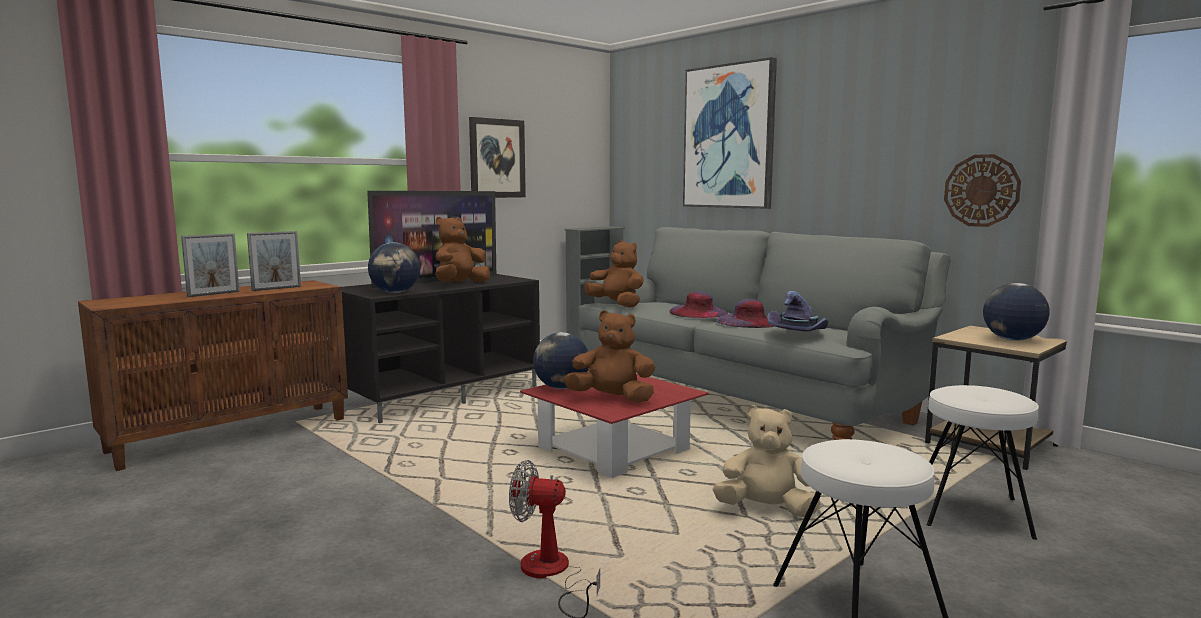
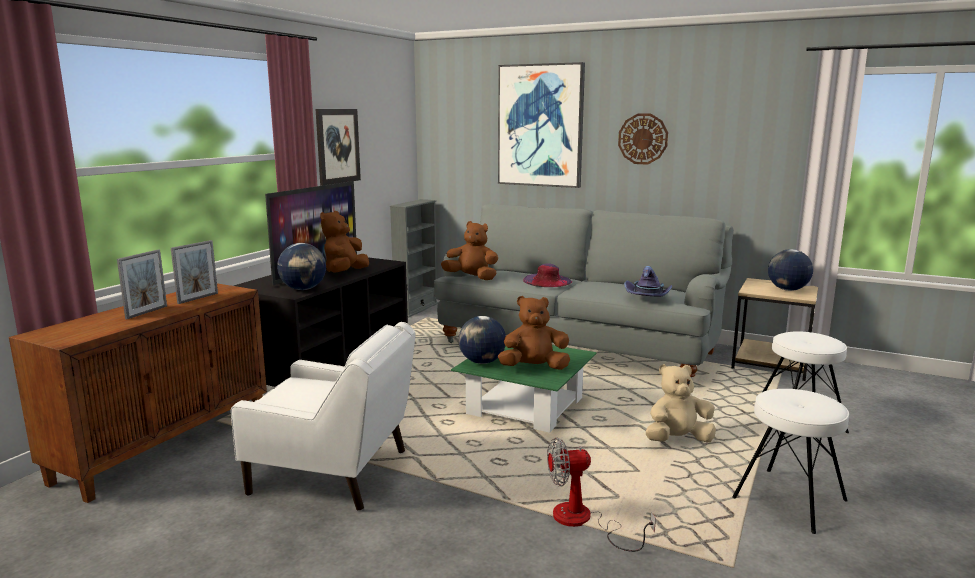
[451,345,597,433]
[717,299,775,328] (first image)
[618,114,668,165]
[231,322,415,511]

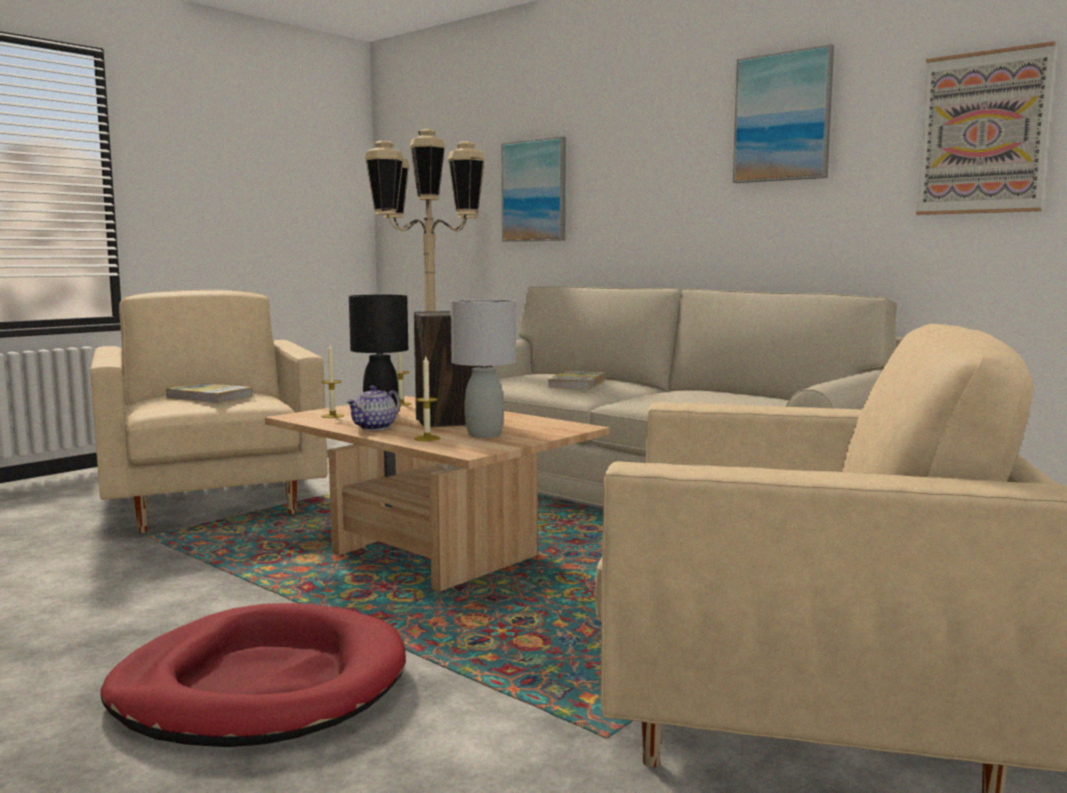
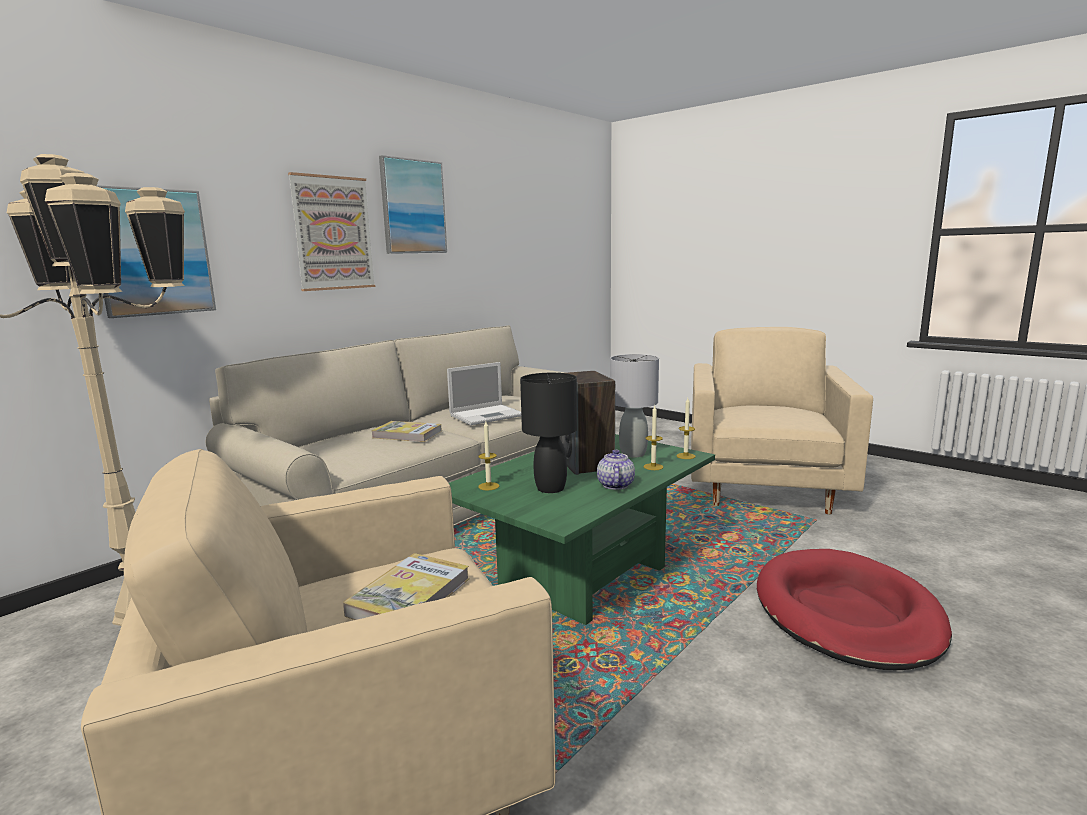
[449,434,715,625]
[676,398,696,459]
[597,450,635,490]
[288,172,375,291]
[447,362,521,425]

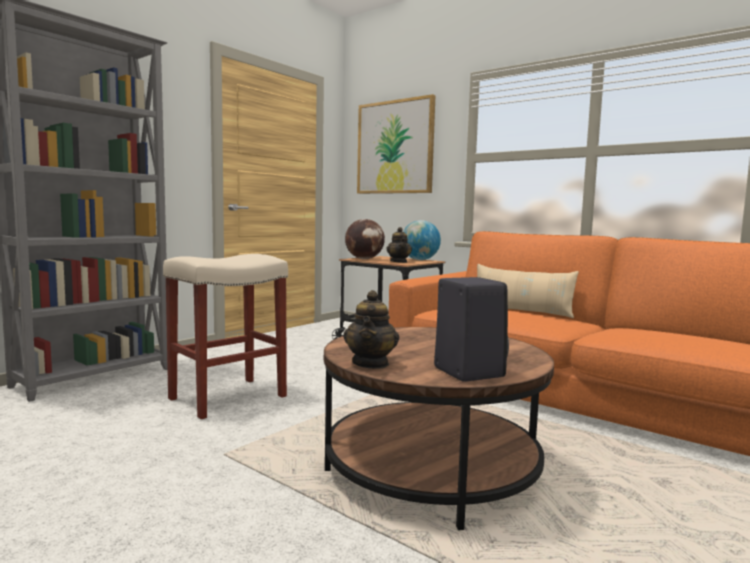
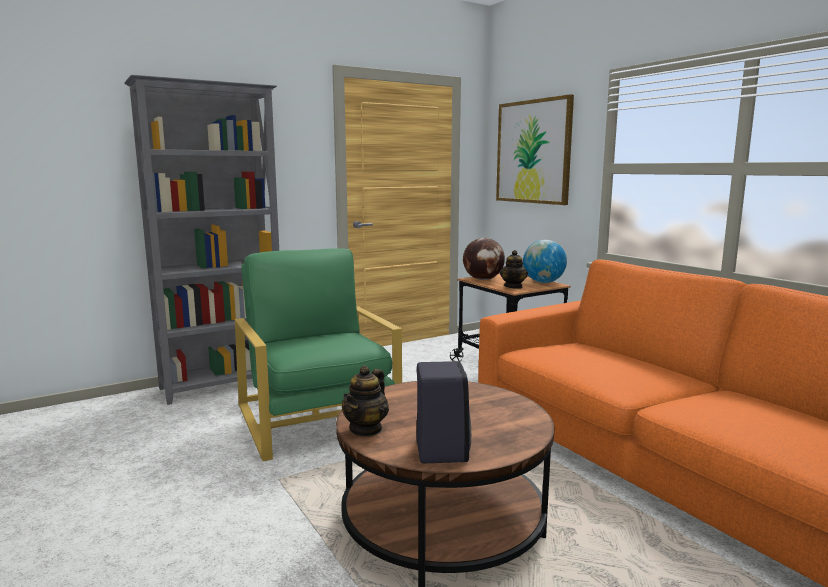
[235,248,402,461]
[477,264,579,318] (first image)

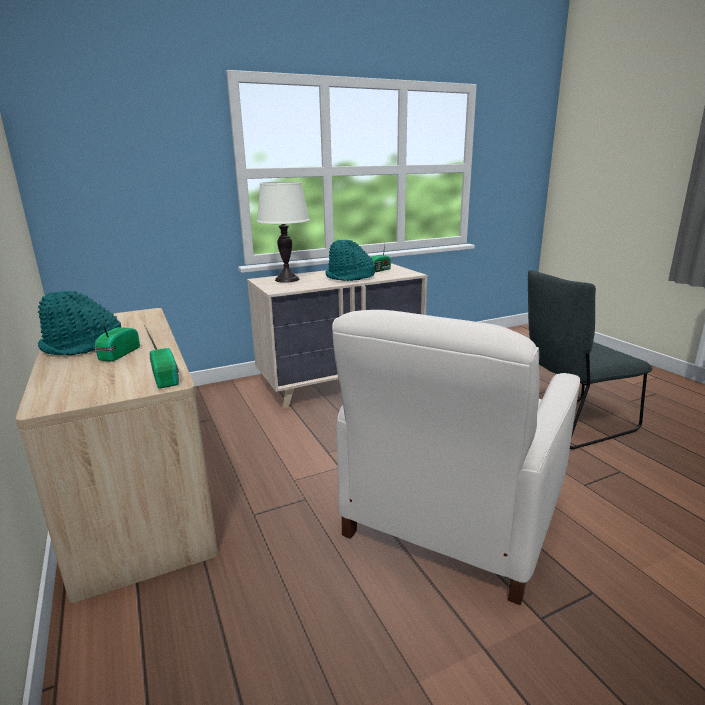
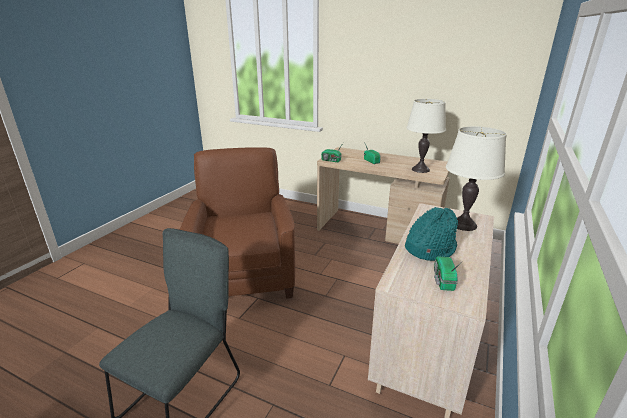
[38,291,121,355] (first image)
[180,147,295,299]
[406,99,446,173]

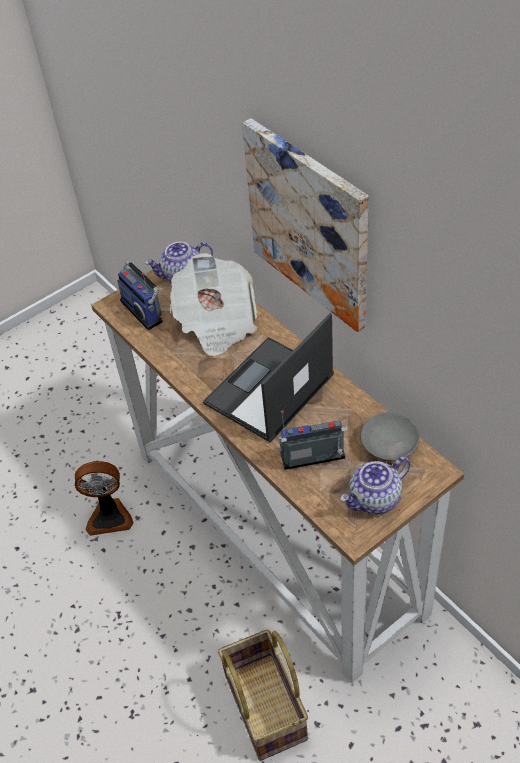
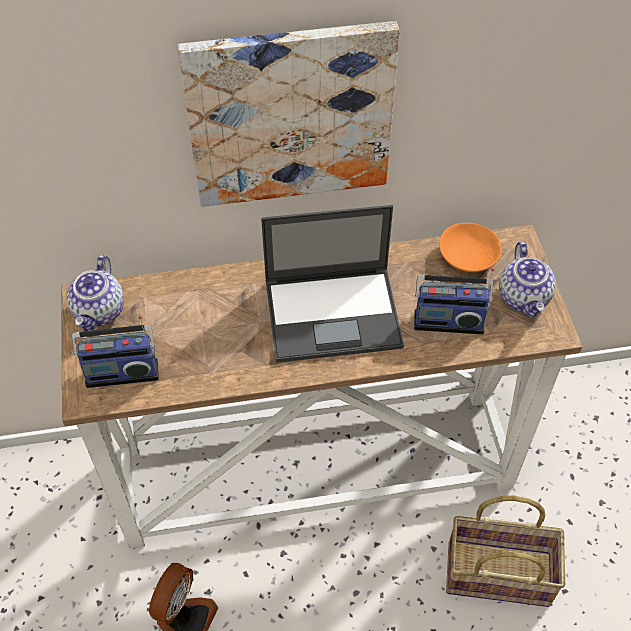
[170,253,257,357] (first image)
[261,205,404,362]
[414,268,495,334]
[439,223,502,272]

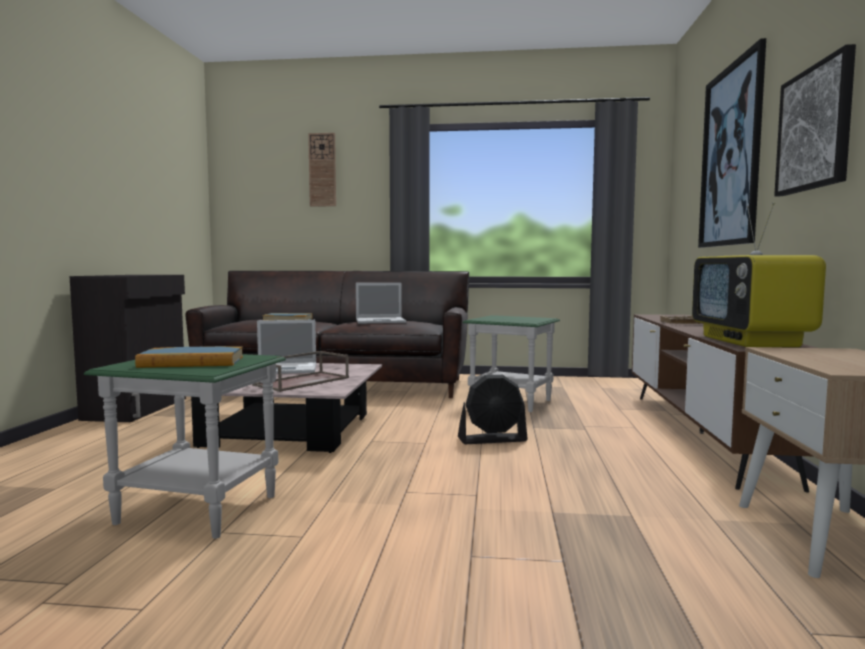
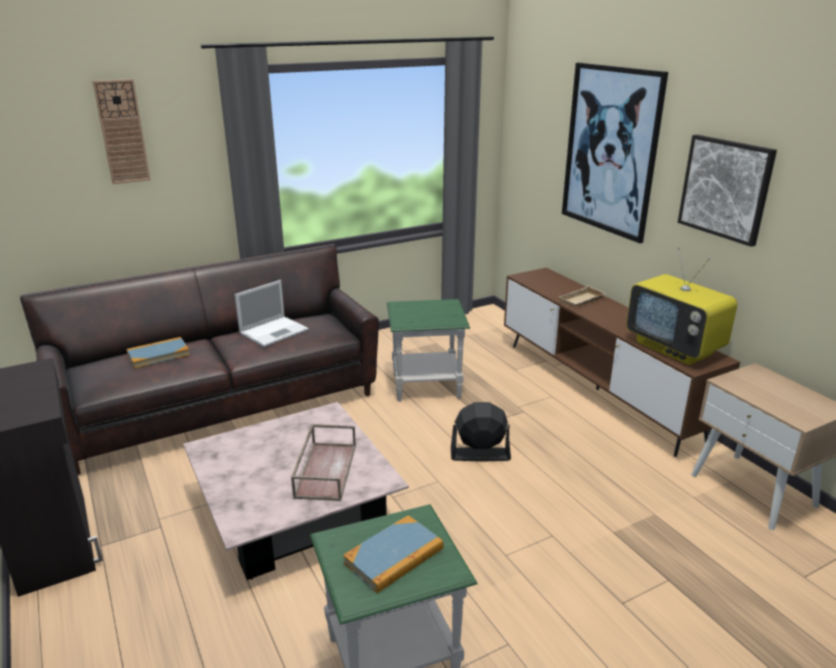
[257,320,316,374] (first image)
[451,402,511,462]

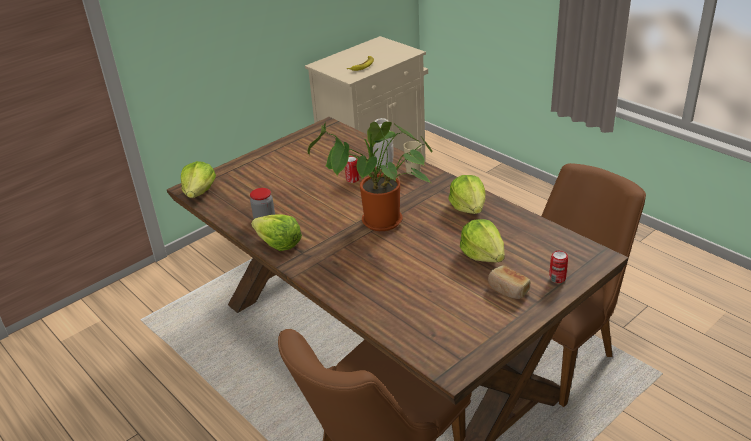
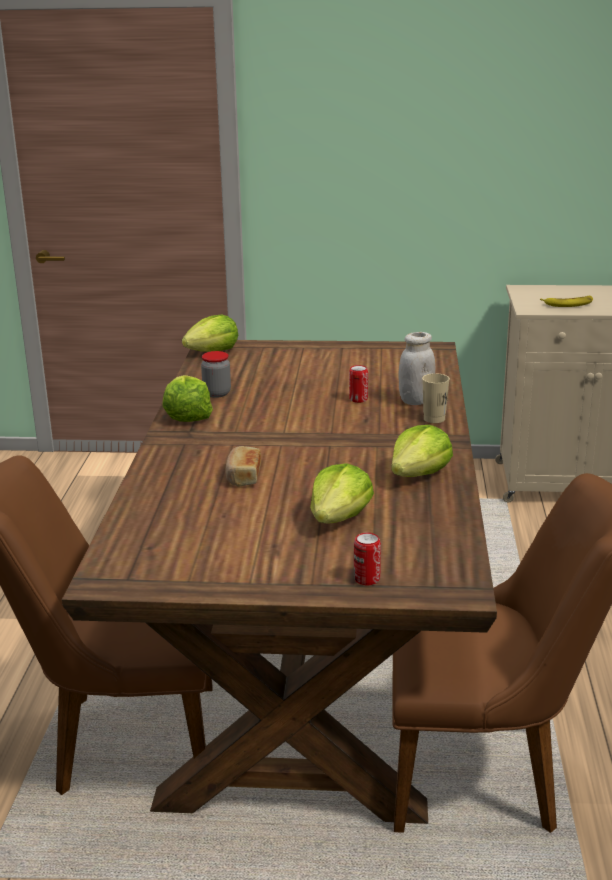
[308,121,433,231] (first image)
[225,446,261,487]

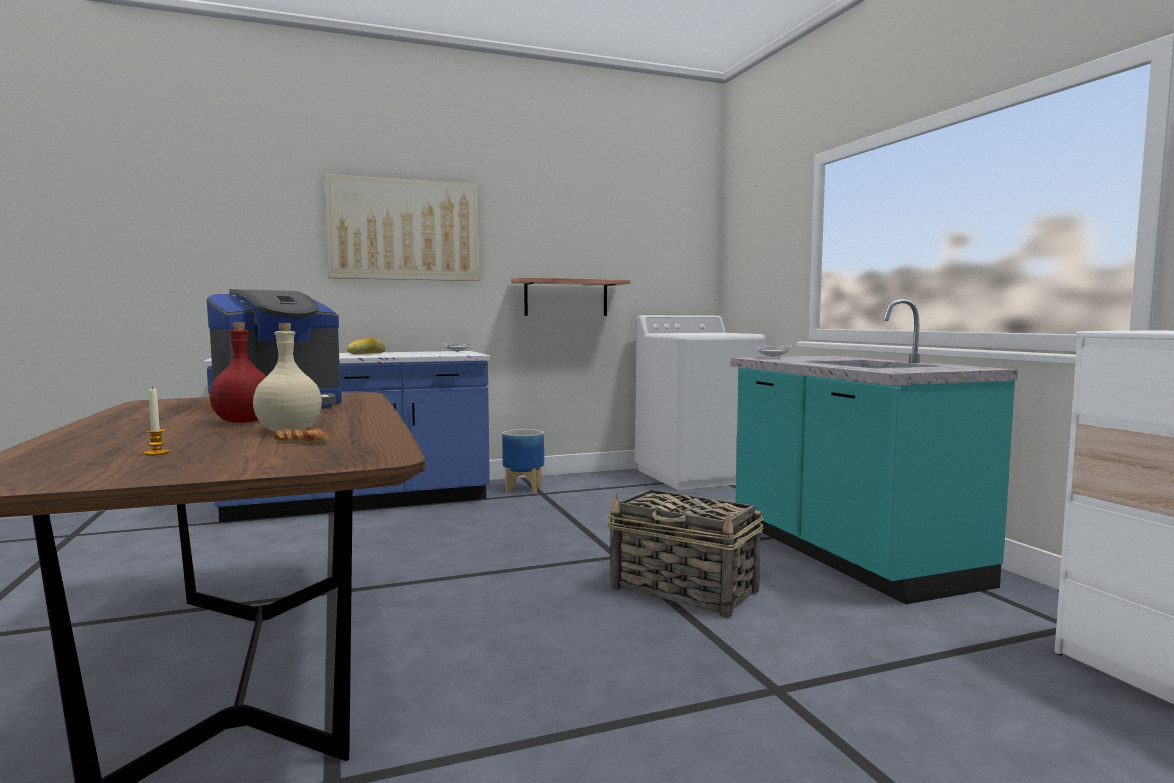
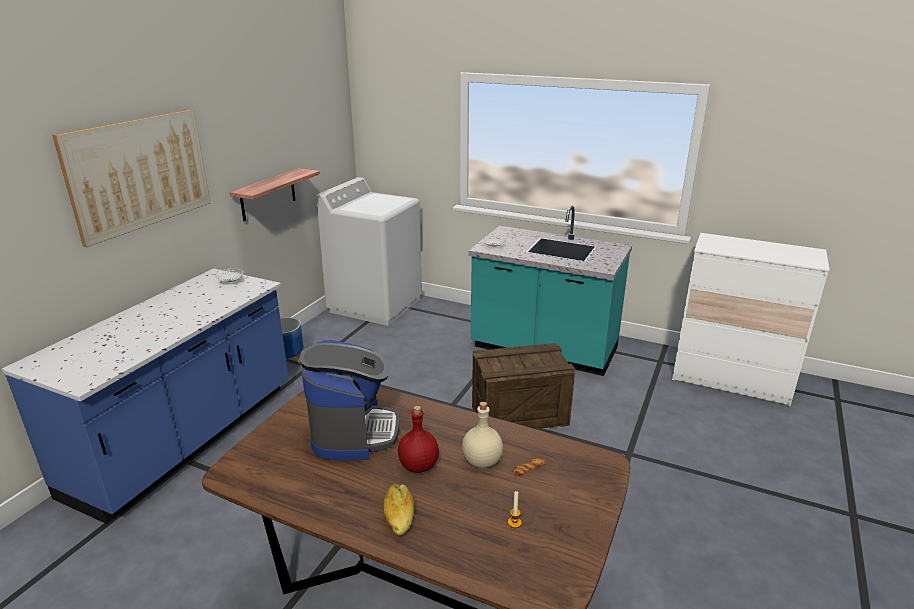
[383,484,414,535]
[472,343,575,429]

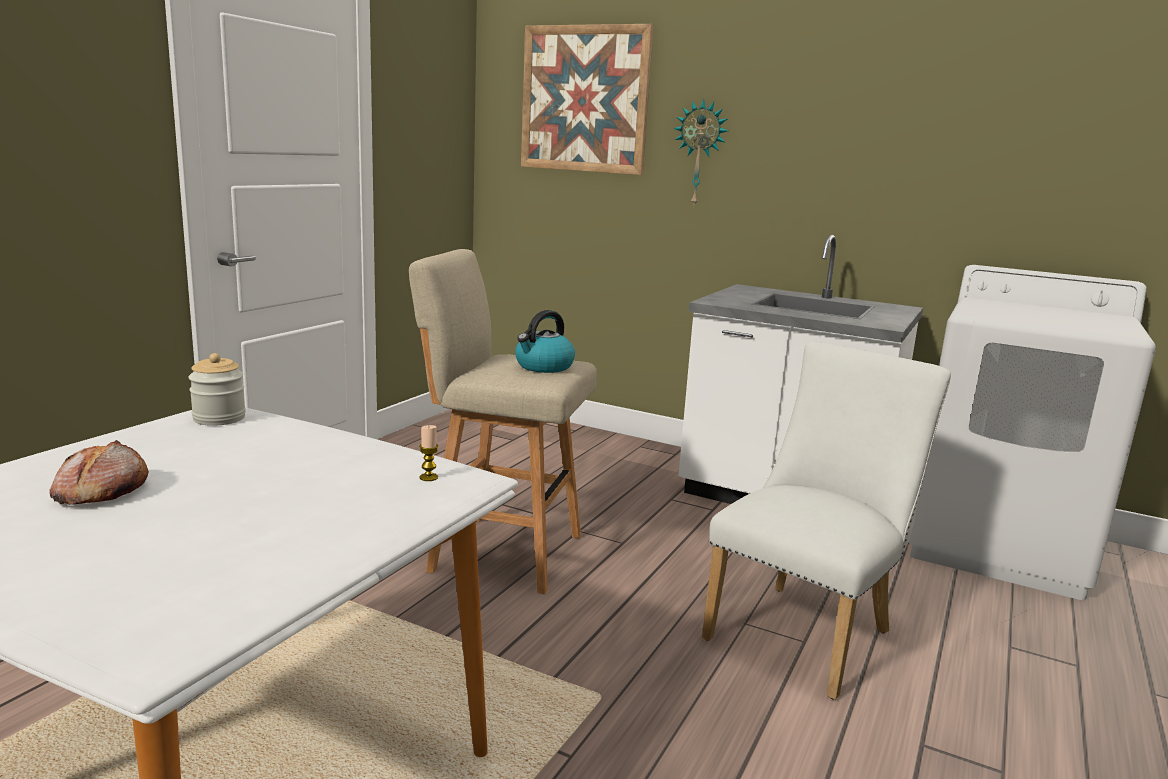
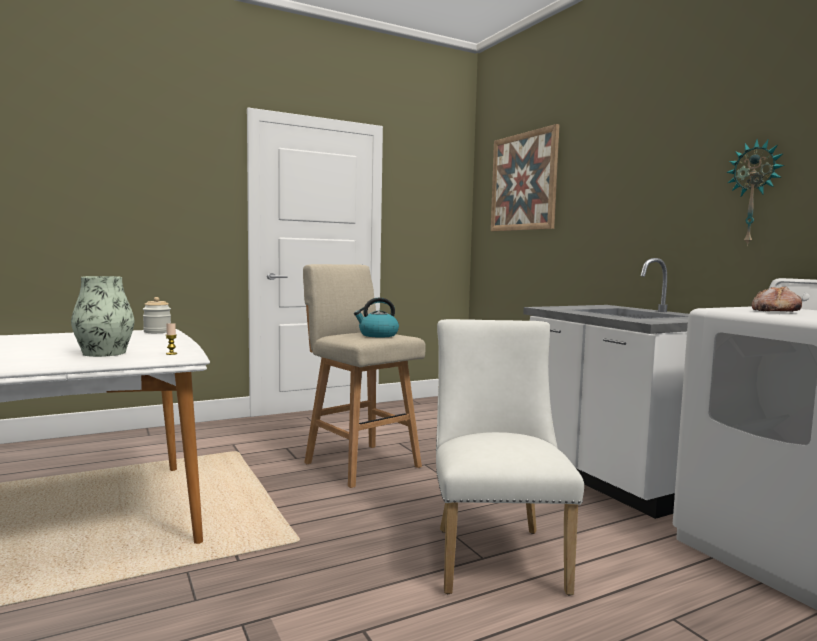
[751,286,802,312]
[726,139,785,246]
[436,319,584,596]
[71,276,134,357]

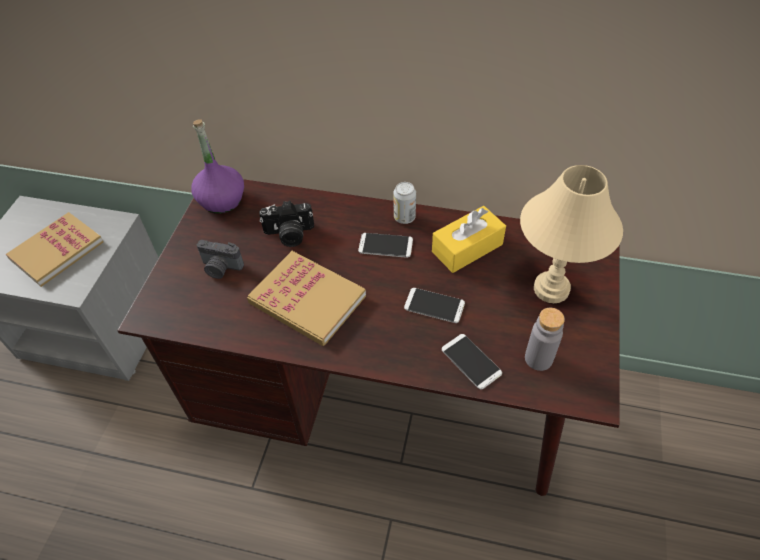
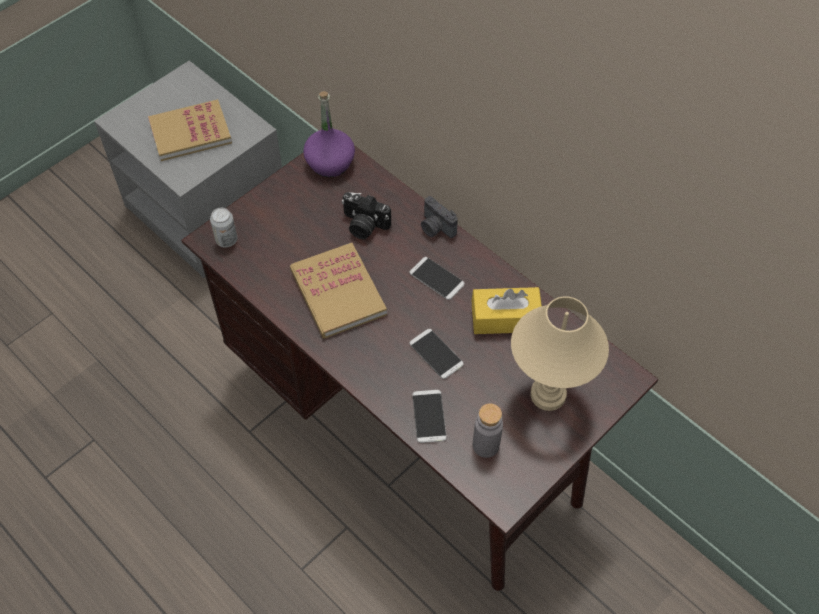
[421,196,458,238]
[210,208,237,248]

